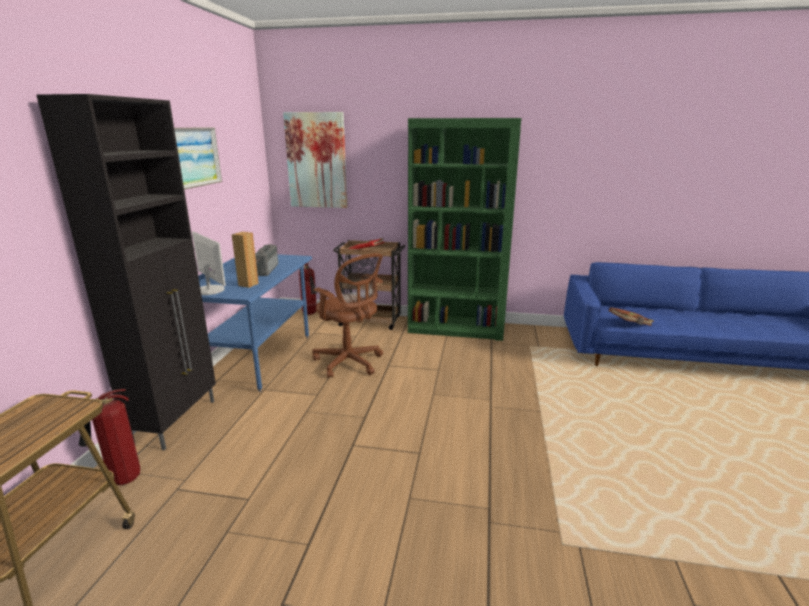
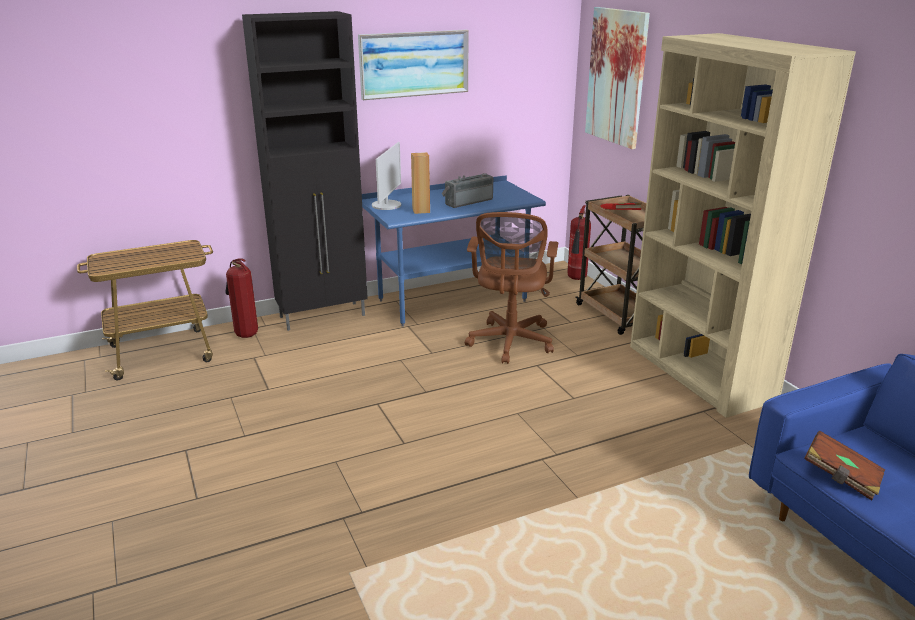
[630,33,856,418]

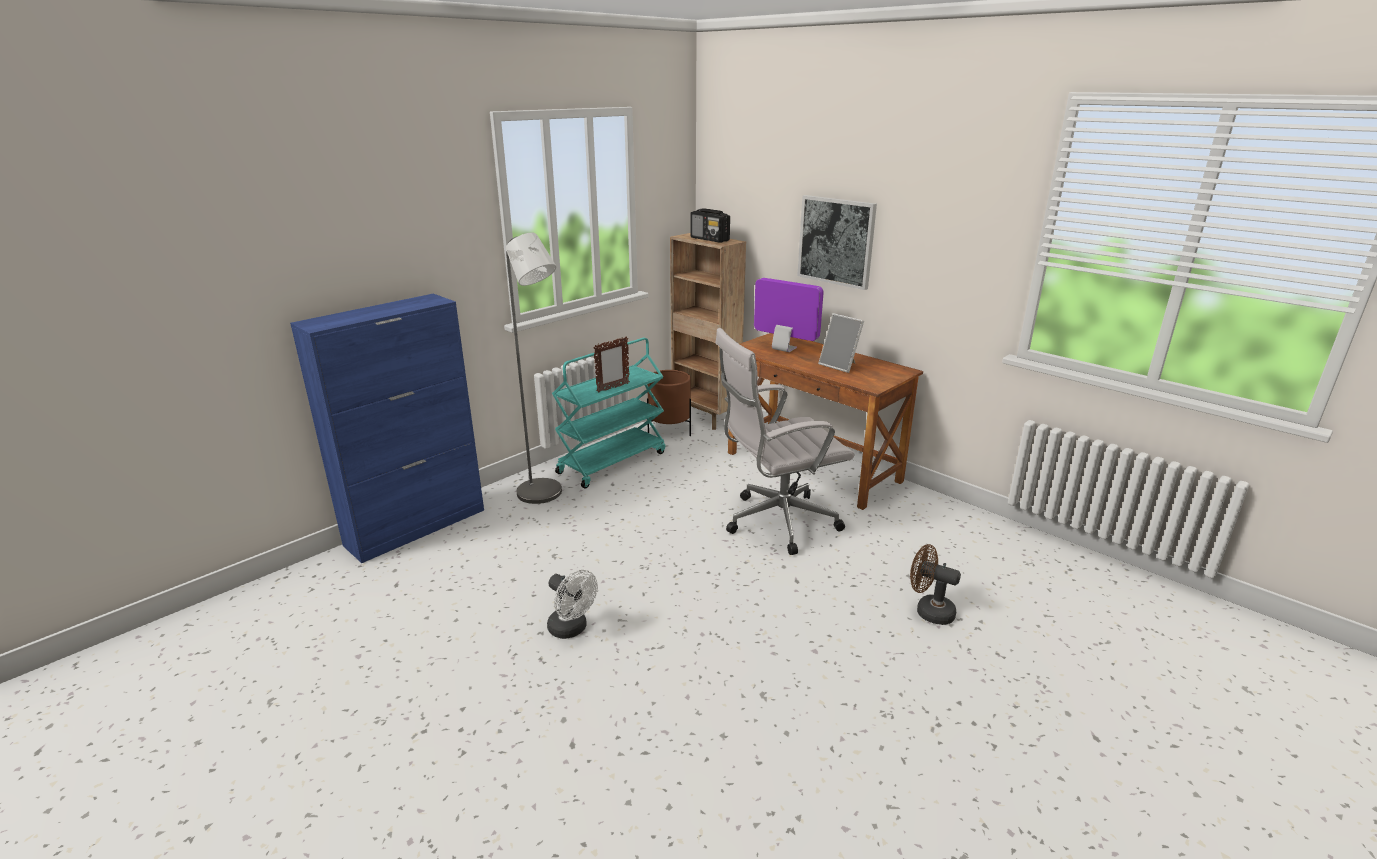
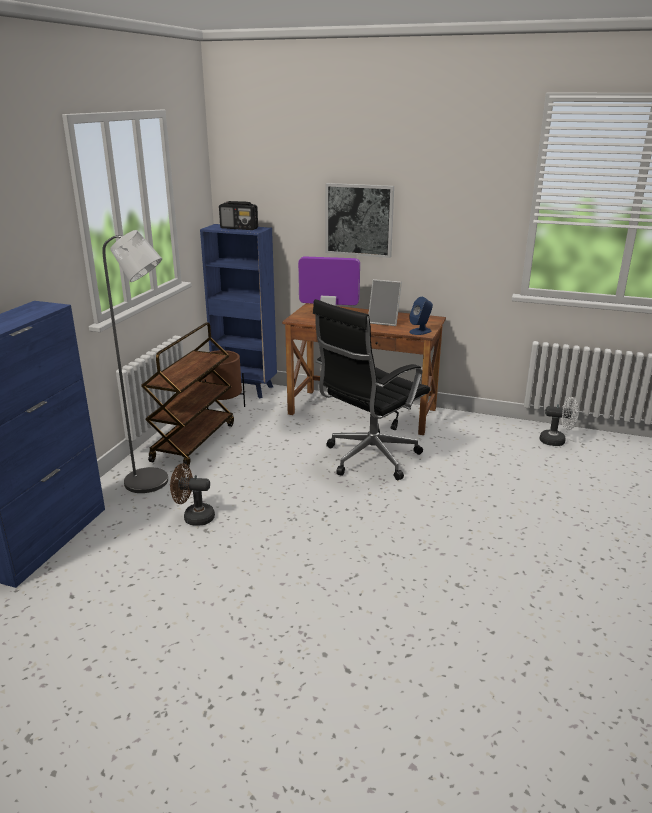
[539,397,579,446]
[141,322,234,469]
[593,336,630,393] (first image)
[200,224,277,398]
[313,299,430,480]
[170,463,215,526]
[409,297,433,335]

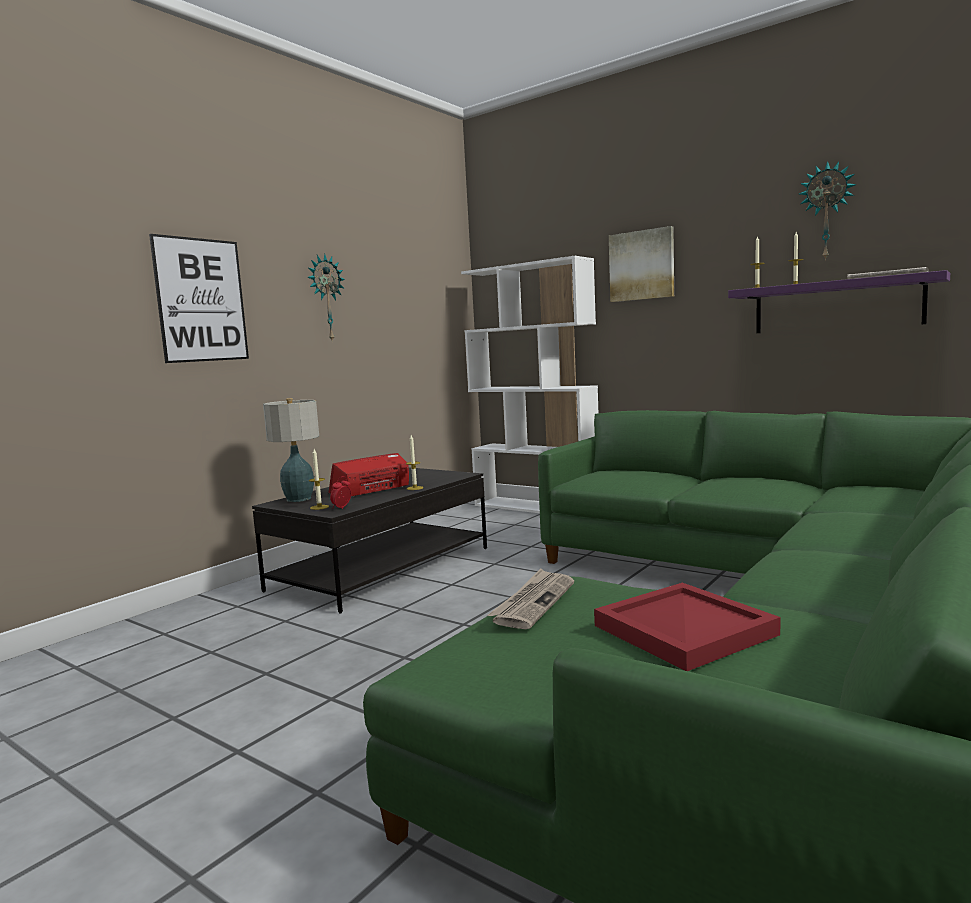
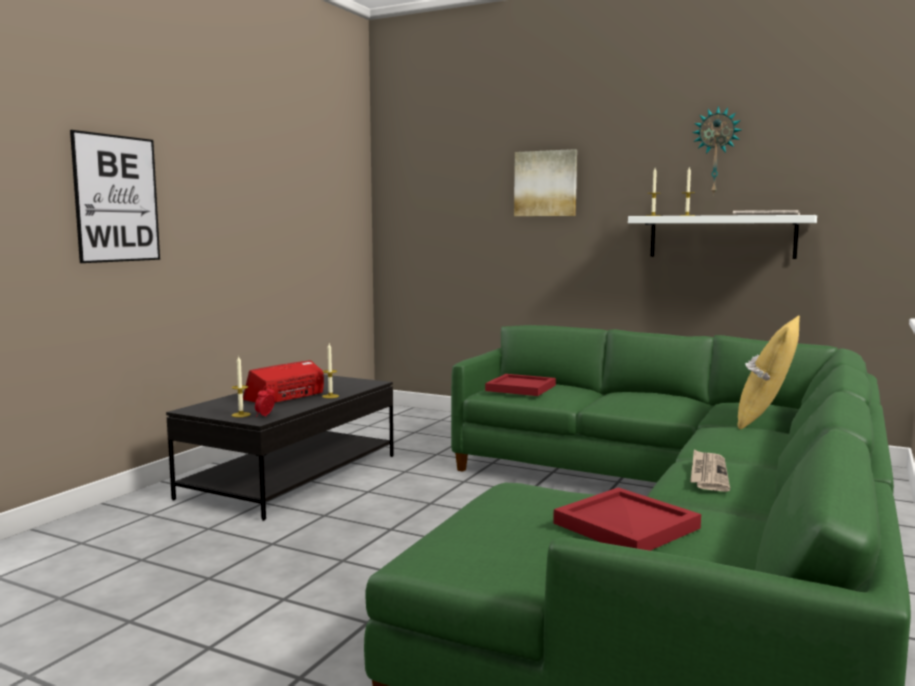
[263,398,319,502] (first image)
[308,254,345,341] (first image)
[461,256,598,513] (first image)
[690,449,730,492]
[628,215,817,259]
[485,374,556,396]
[737,315,800,429]

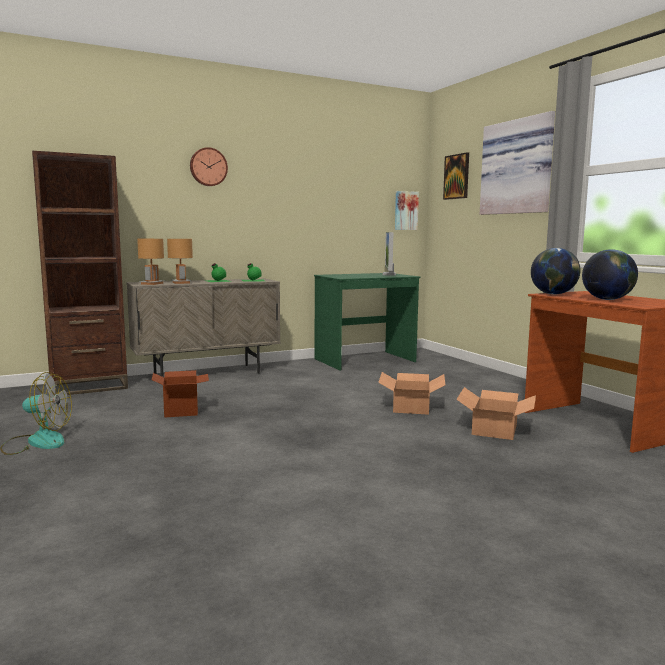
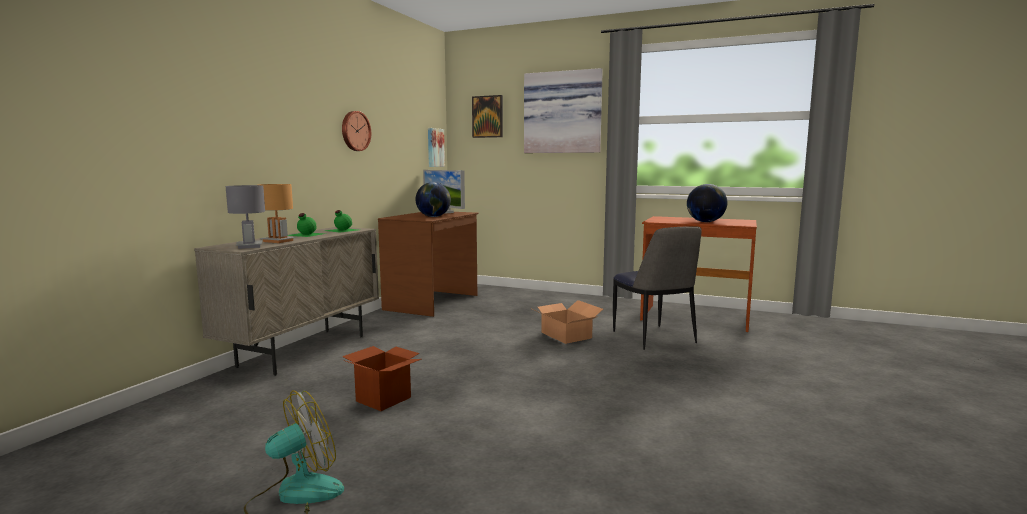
[32,151,128,395] (first image)
[226,185,265,249]
[342,111,371,151]
[378,212,478,317]
[613,226,702,350]
[416,182,451,217]

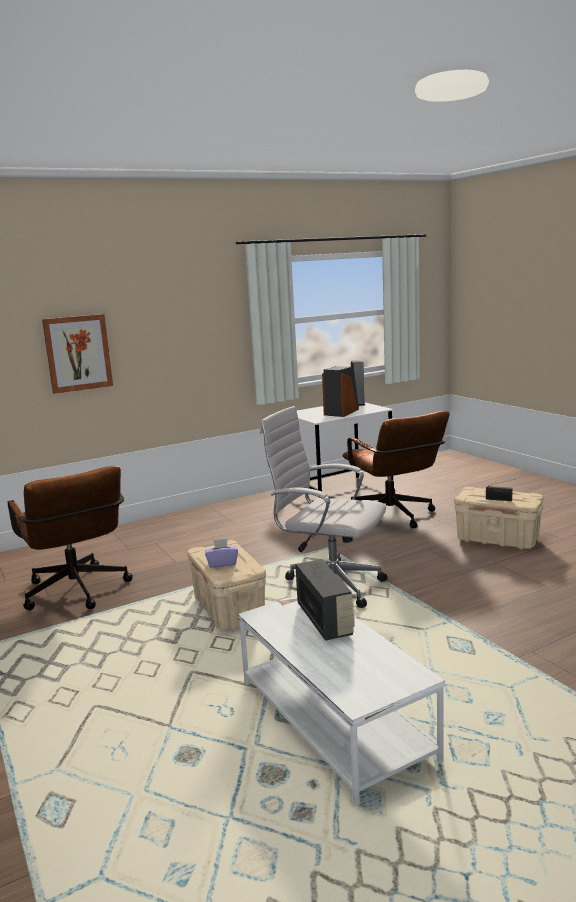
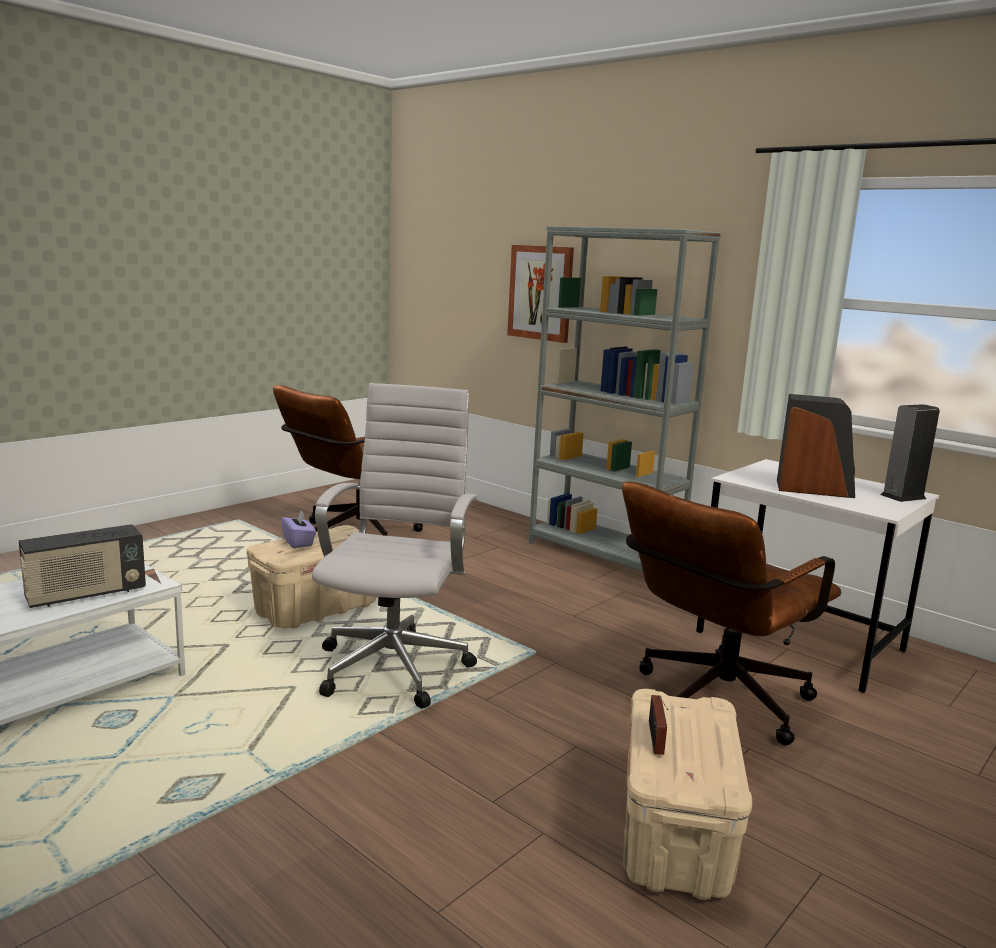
[529,226,721,572]

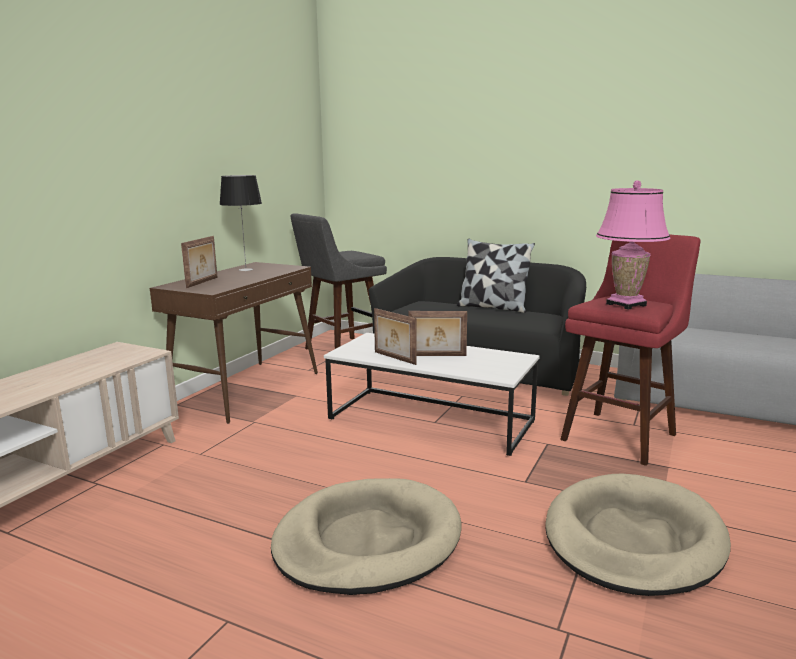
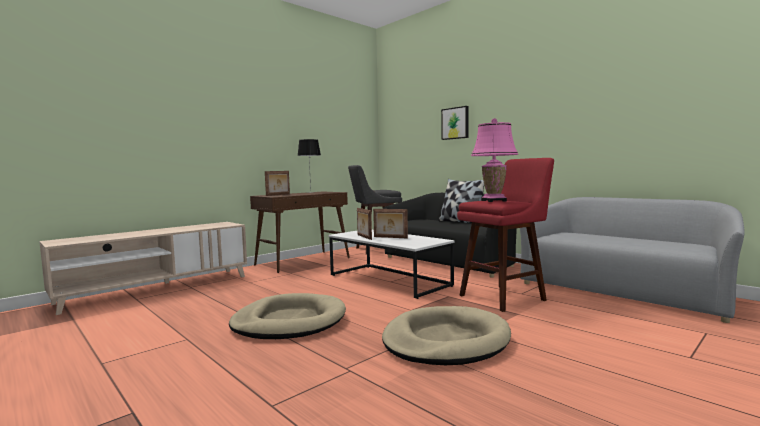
[441,106,469,140]

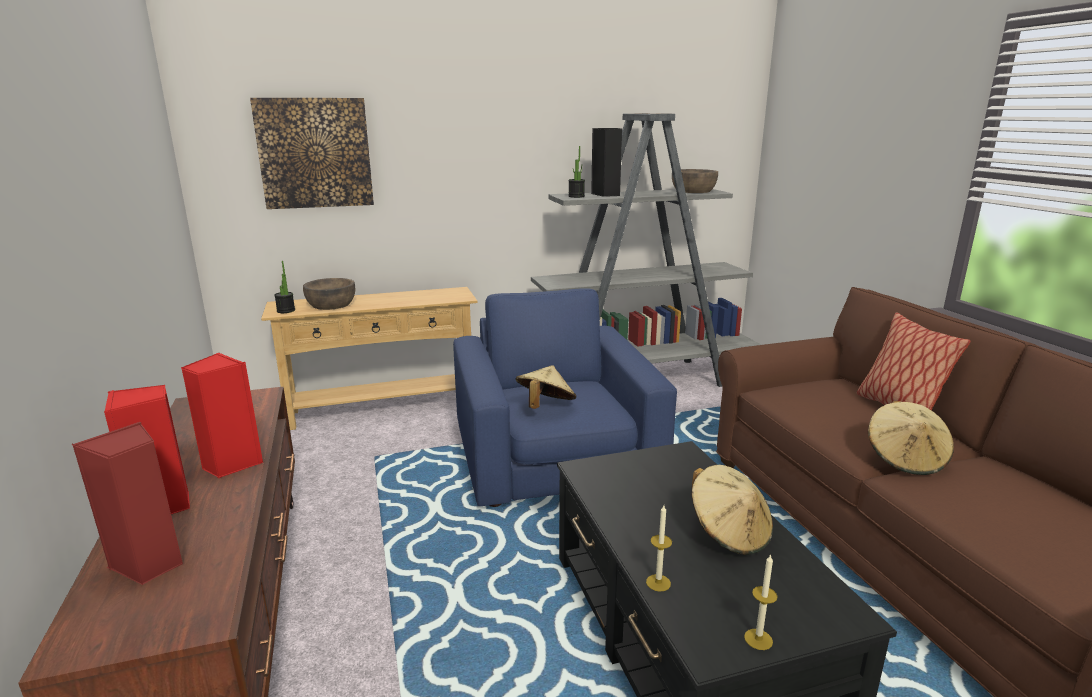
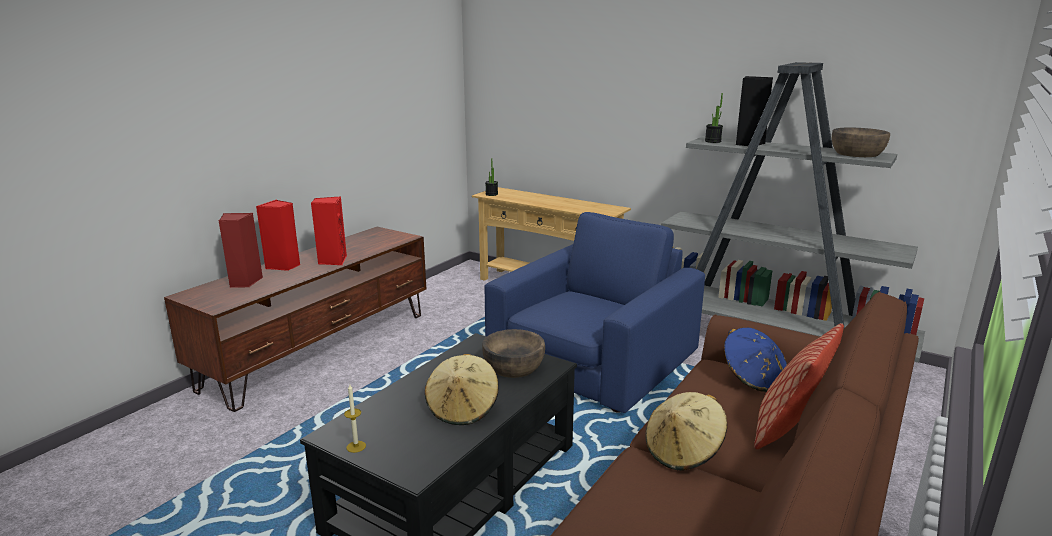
[250,98,374,209] (first image)
[482,329,545,378]
[515,365,577,409] (first image)
[646,505,672,592] (first image)
[724,328,787,392]

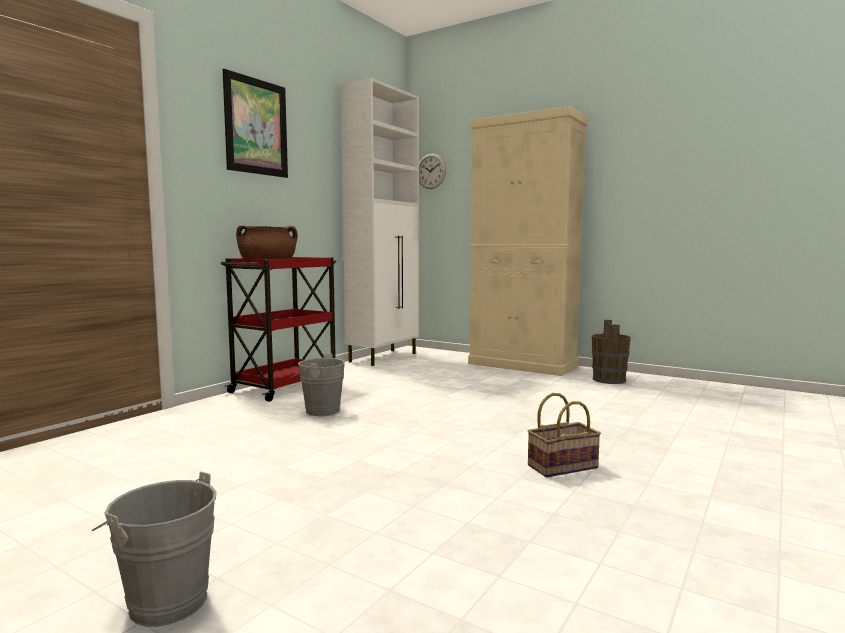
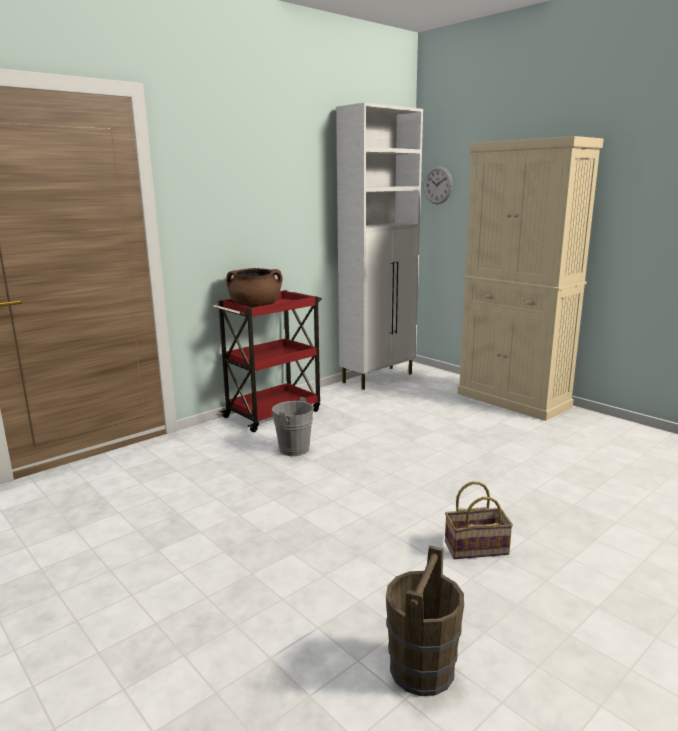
[92,472,217,627] (first image)
[223,69,288,178] (first image)
[386,545,464,696]

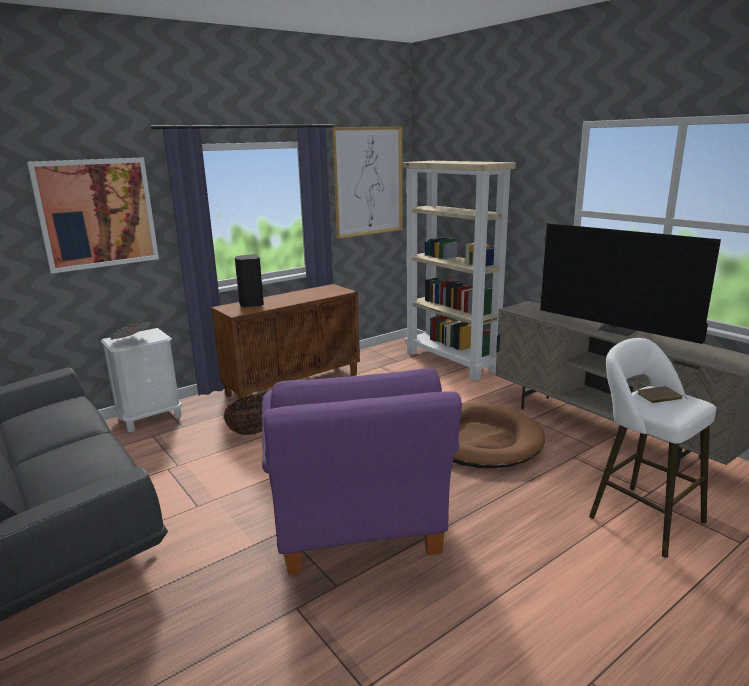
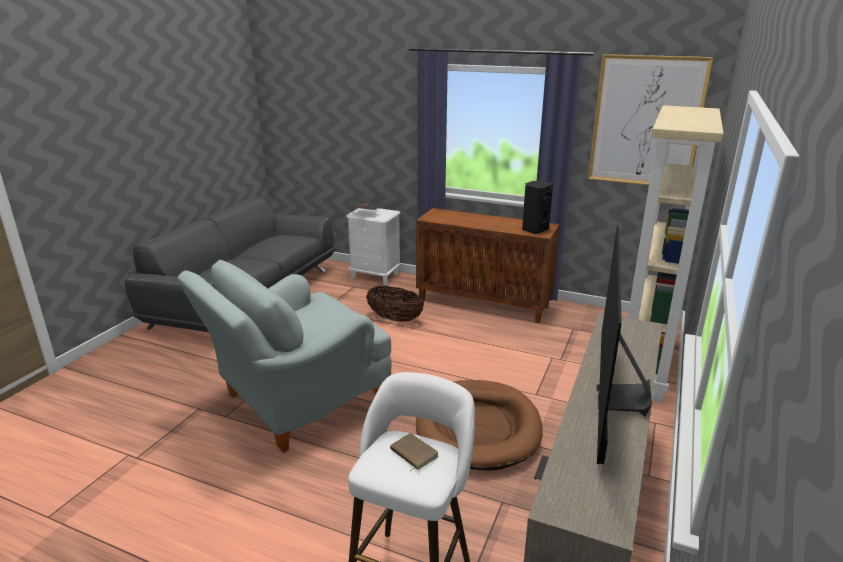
[27,158,159,274] (first image)
[522,181,553,234]
[178,260,391,453]

